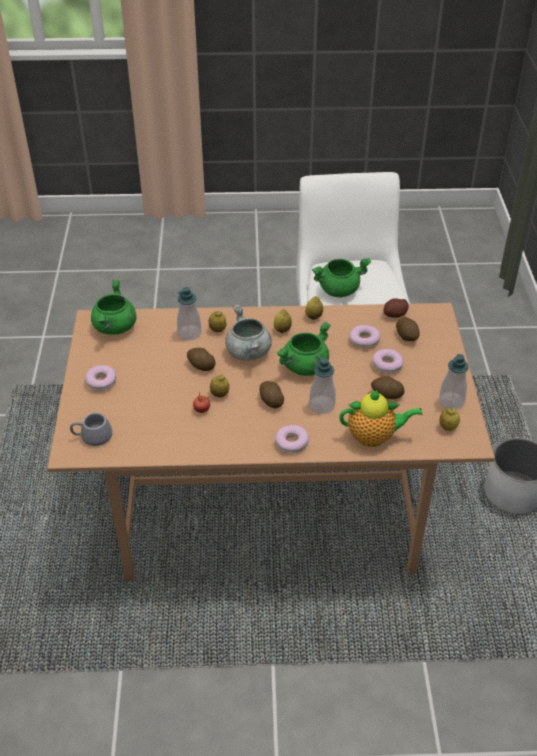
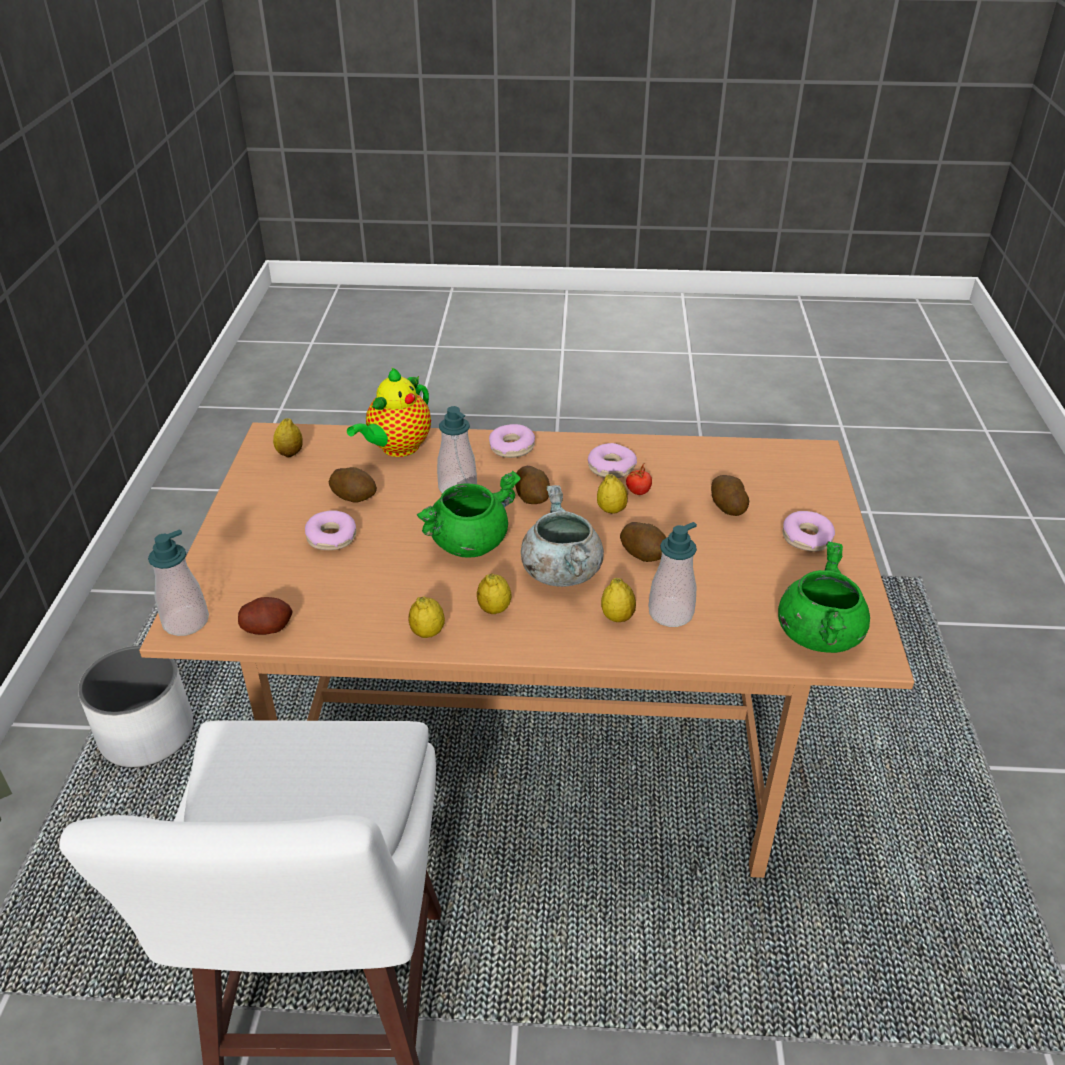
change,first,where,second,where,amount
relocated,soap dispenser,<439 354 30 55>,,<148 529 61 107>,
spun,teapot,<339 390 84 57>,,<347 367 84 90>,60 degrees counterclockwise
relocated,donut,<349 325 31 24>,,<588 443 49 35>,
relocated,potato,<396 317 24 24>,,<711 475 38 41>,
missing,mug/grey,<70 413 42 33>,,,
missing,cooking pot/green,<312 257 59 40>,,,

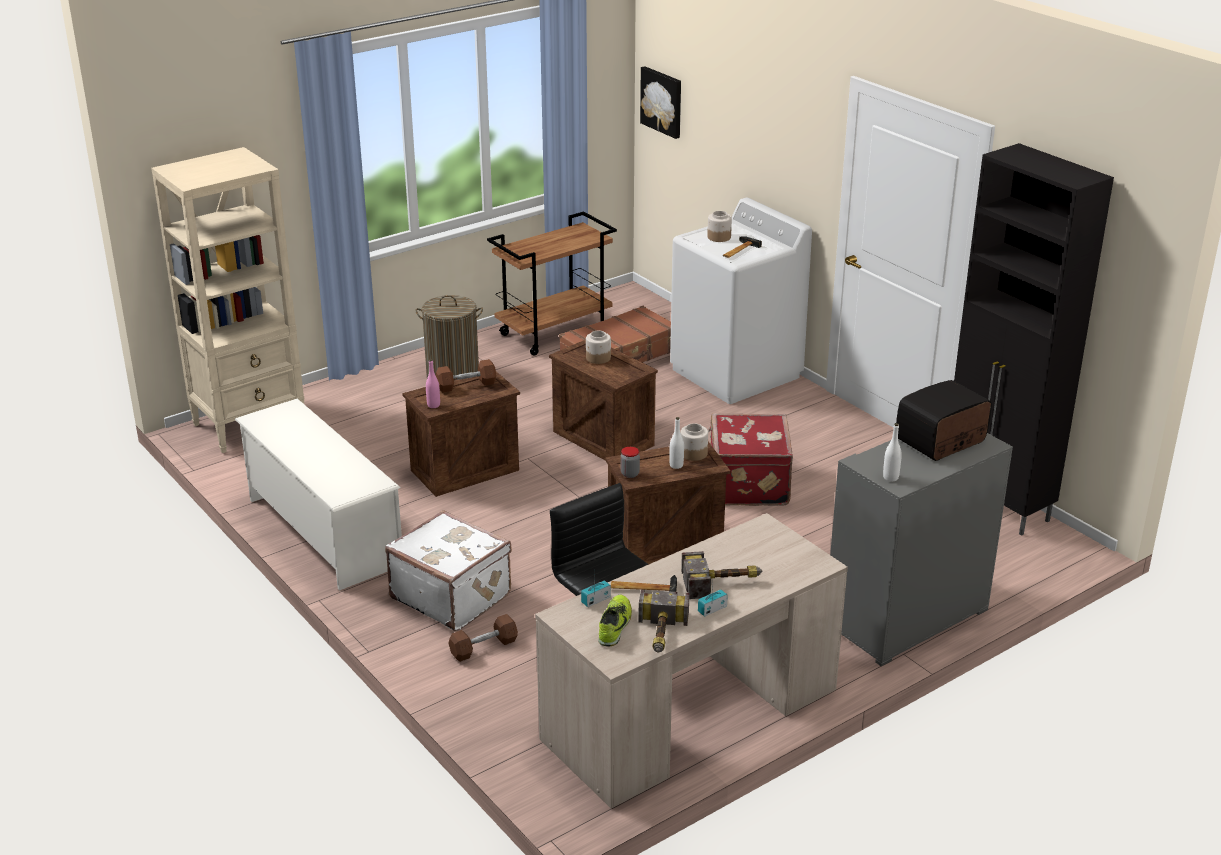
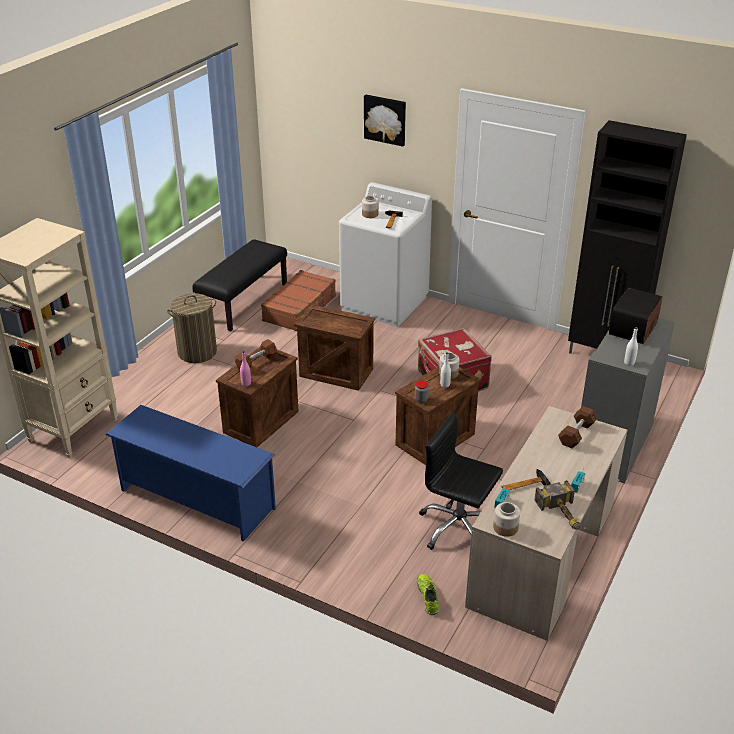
change,first,where,second,where,amount
colour,shoe rack/white,<235 399 167 192>,shoe rack/blue,<105 405 171 137>,
exchanged,cart/brown,<487 211 130 145>,bench/black,<192 239 95 92>,
relocated,picture,<640 66 41 73>,,<364 95 42 52>,
relocated,shoe,<598 595 34 52>,,<417 574 22 41>,
relocated,jar,<586 331 25 33>,,<493 502 27 35>,
relocated,dumbbell/brown,<448 614 70 48>,,<558 406 39 42>,
missing,suitcase/white,<385 510 127 121>,,,
missing,hammer,<681 551 81 48>,,,

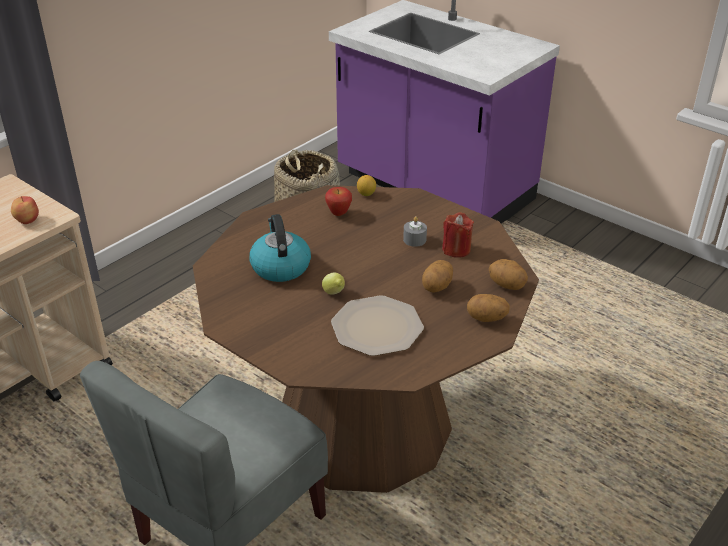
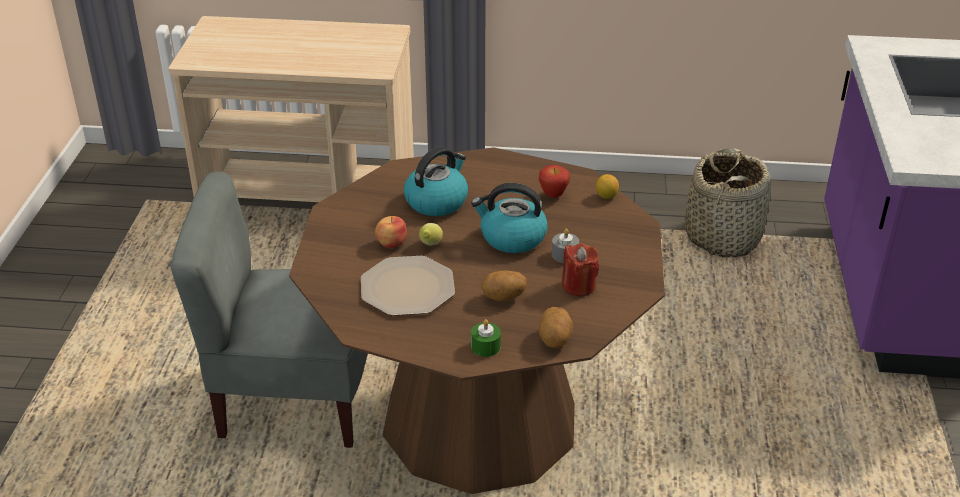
change,first,where,second,where,amount
relocated,apple,<11 196 28 28>,,<375 216 32 32>,
appeared,,,kettle,<471 183 77 70>,
exchanged,potato,<467 294 43 28>,candle/green,<471 319 30 38>,

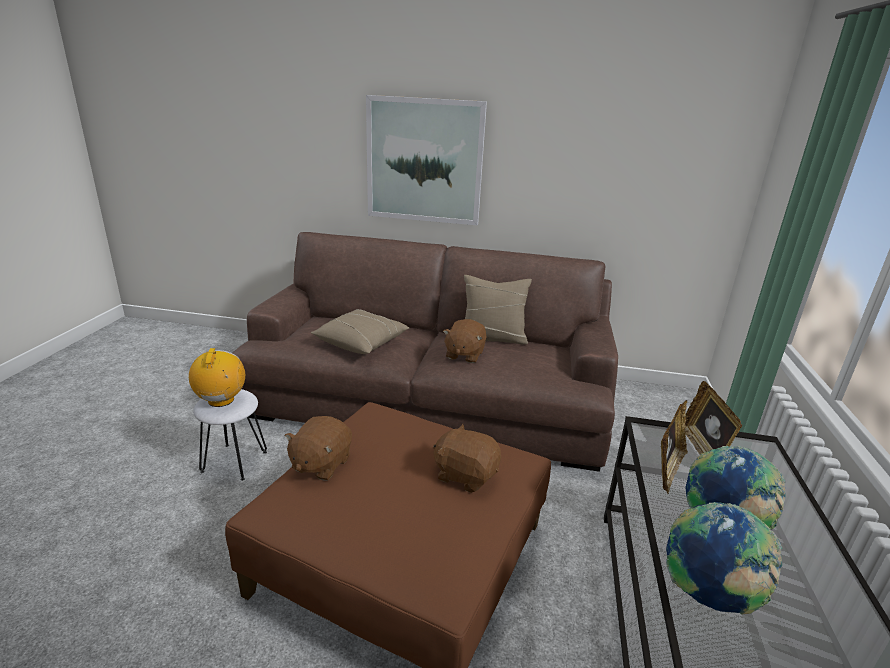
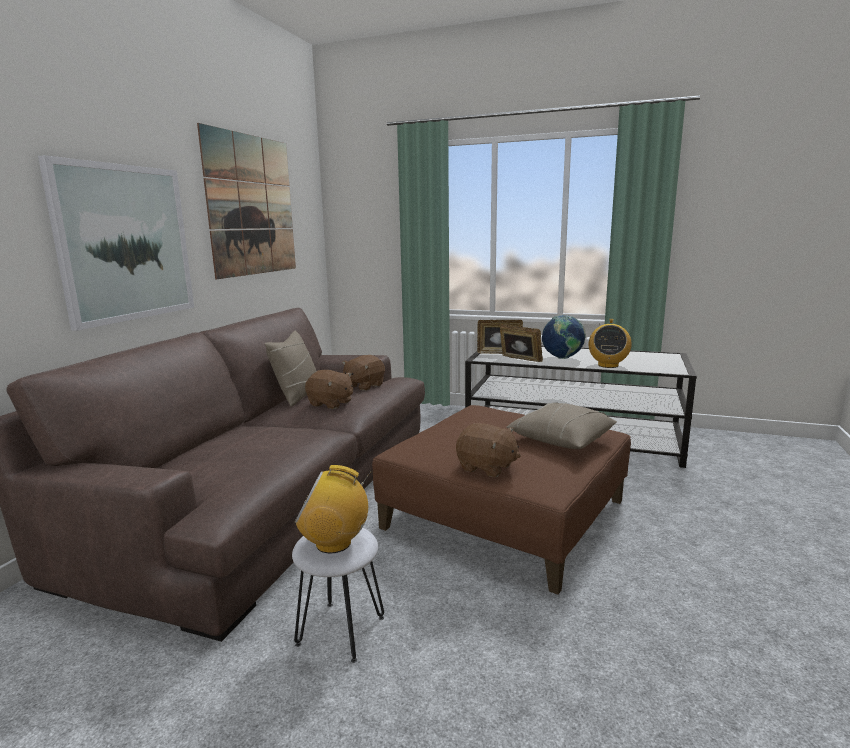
change,first,where,second,where,amount
appeared,,,picture,<197 123 99 156>,
relocated,plush toy/brown,<433 424 68 69>,,<342 355 43 36>,
relocated,pillow/beige,<311 309 98 45>,,<506 402 111 47>,
exchanged,globe,<666 502 116 113>,radio,<589 319 43 49>,

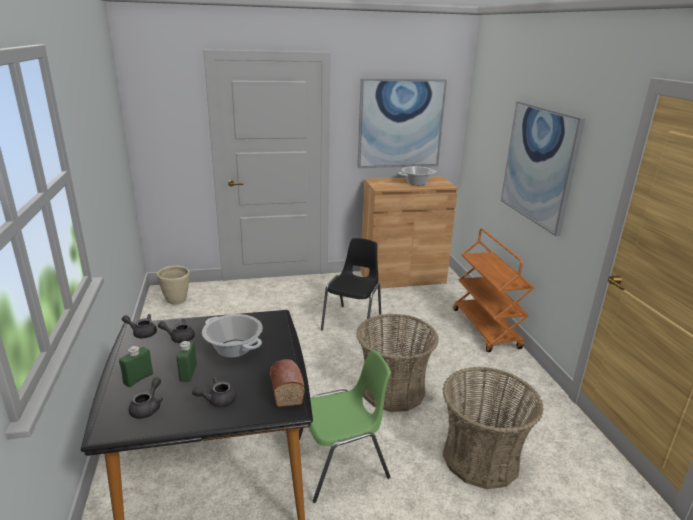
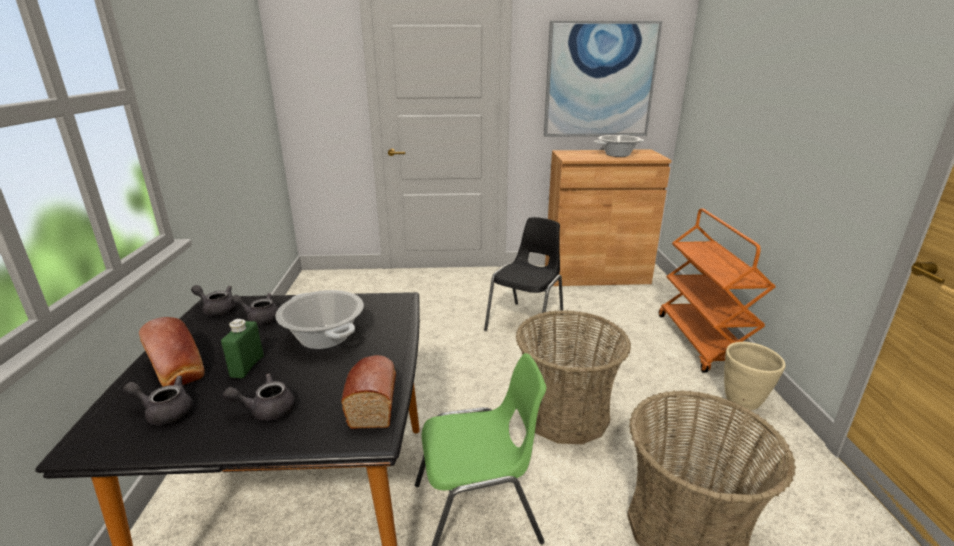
change,first,where,second,where,amount
spun,teapot/grey,<129 377 34 42>,,<123 376 70 49>,105 degrees counterclockwise
exchanged,bottle/green,<119 346 34 41>,bread,<139 317 66 70>,
relocated,planter/beige,<157 266 33 38>,,<724 342 62 68>,
missing,picture,<501 101 84 135>,,,

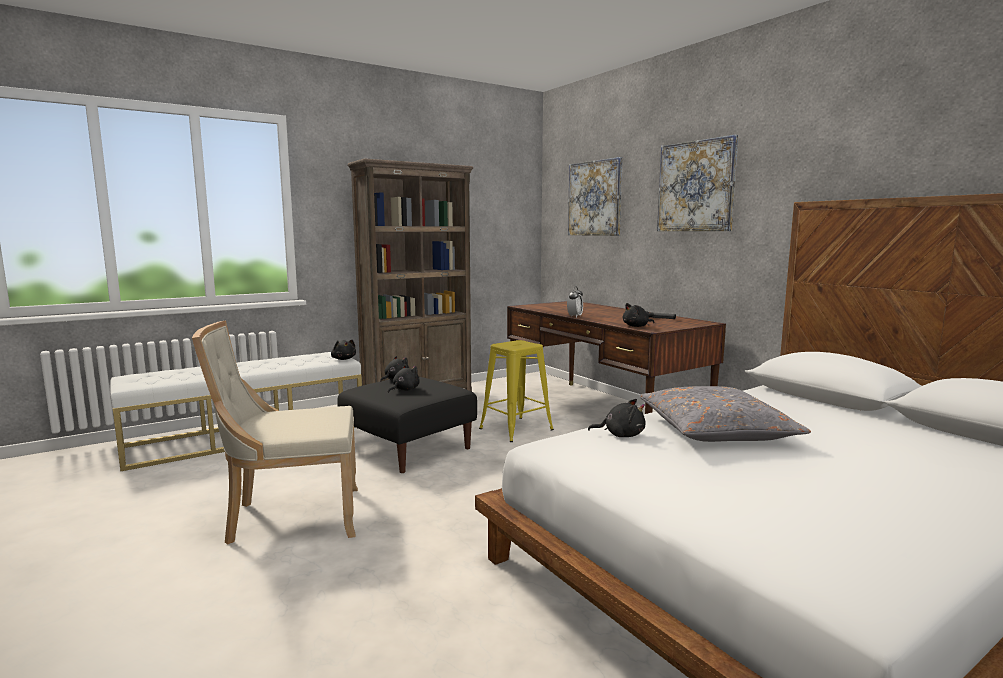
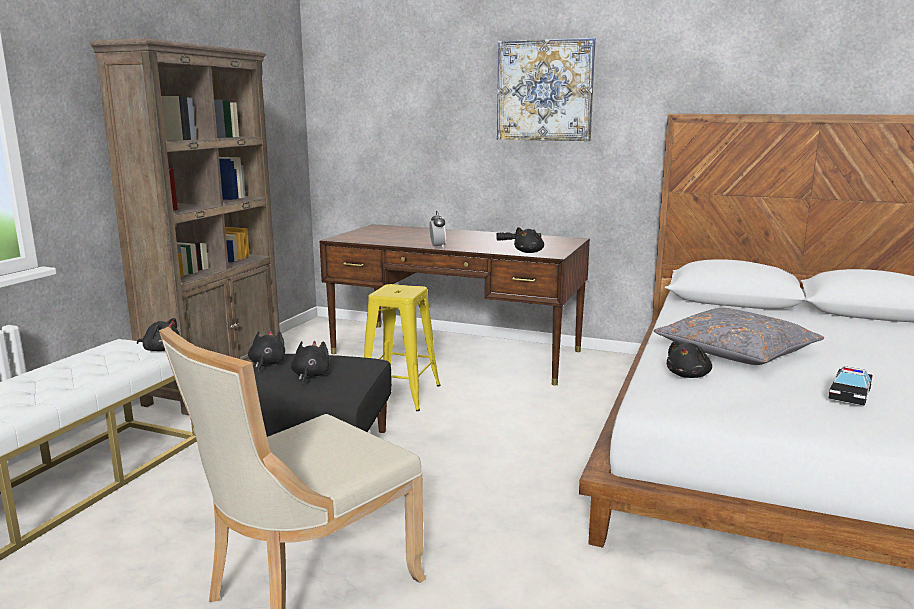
change,first,where,second,where,amount
spun,plush toy/black,<588 399 58 38>,,<667 341 45 37>,150 degrees clockwise
appeared,,,toy car,<828 366 45 40>,
missing,picture,<568 157 55 79>,,,

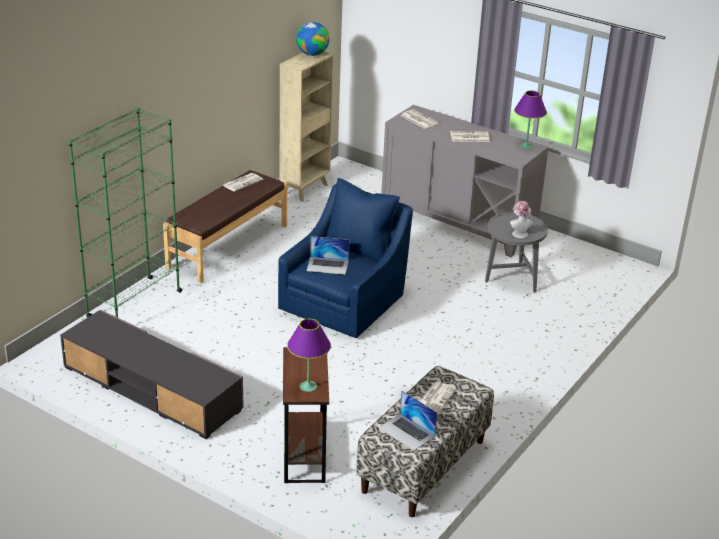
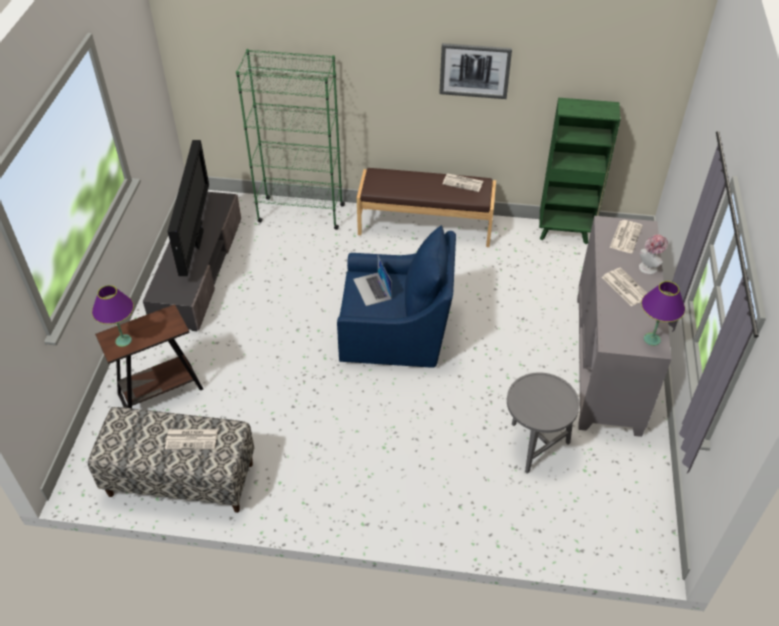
change,first,where,second,where,amount
appeared,,,television,<167 140 42 136>,
appeared,,,picture,<439 43 73 56>,
colour,bookcase/beige,<280 51 53 151>,bookcase/green,<539 98 82 146>,
relocated,hat,<510 201 23 37>,,<639 234 29 41>,
missing,globe,<296 22 33 34>,,,
missing,laptop,<379 391 59 60>,,,

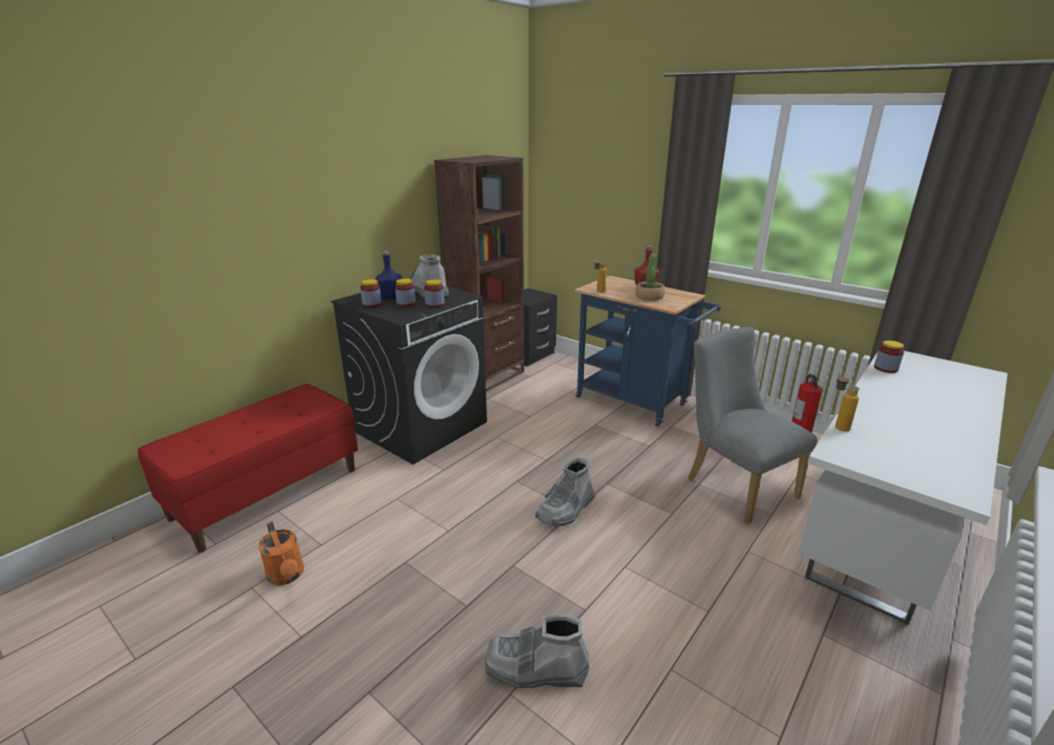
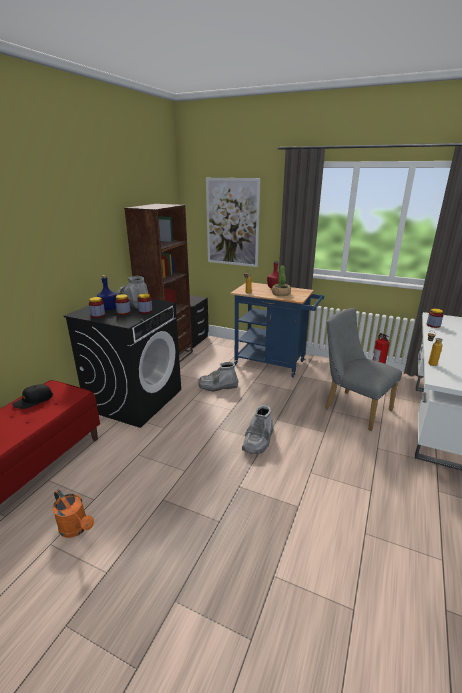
change,first,where,second,where,amount
appeared,,,cap/black,<12 384 41 25>,
relocated,boot/grey,<485 614 104 74>,,<198 362 40 30>,
appeared,,,picture,<206 178 54 89>,

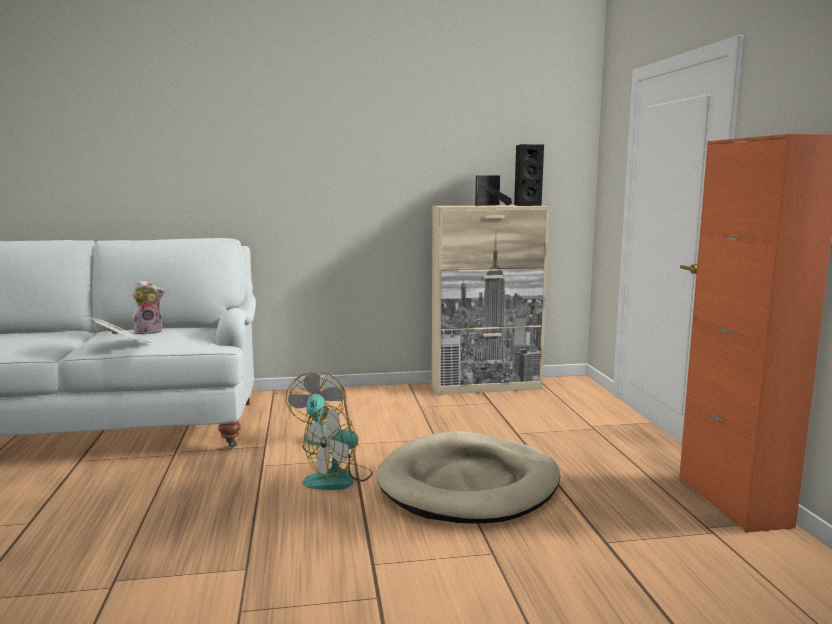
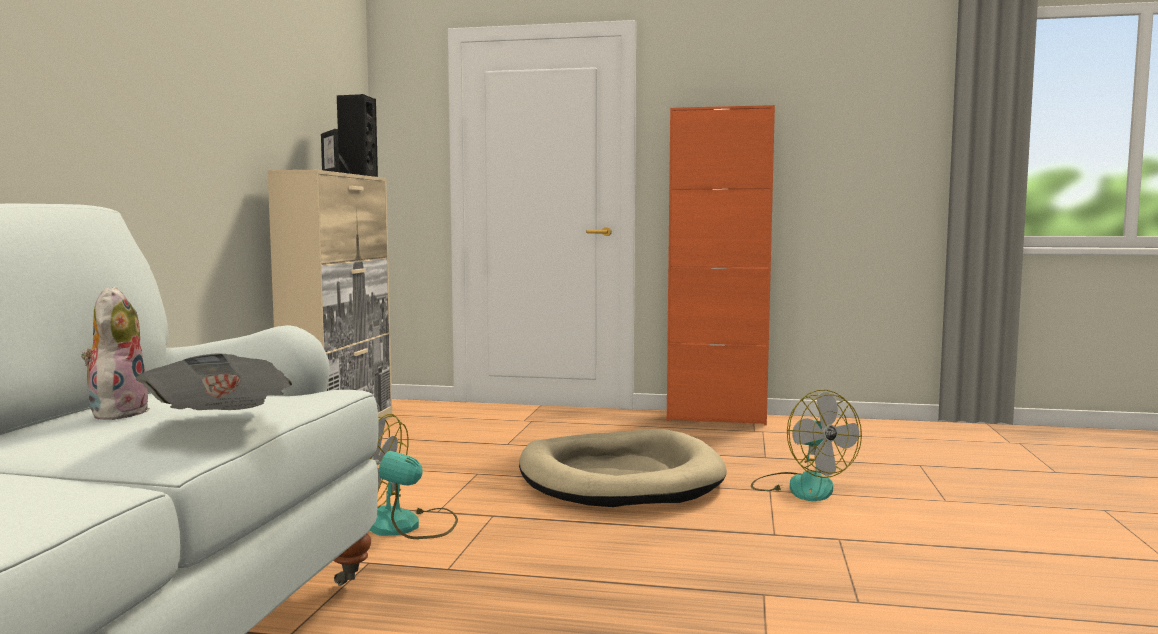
change,first,where,second,where,amount
relocated,fan,<303 406 70 84>,,<751 390 111 111>,

